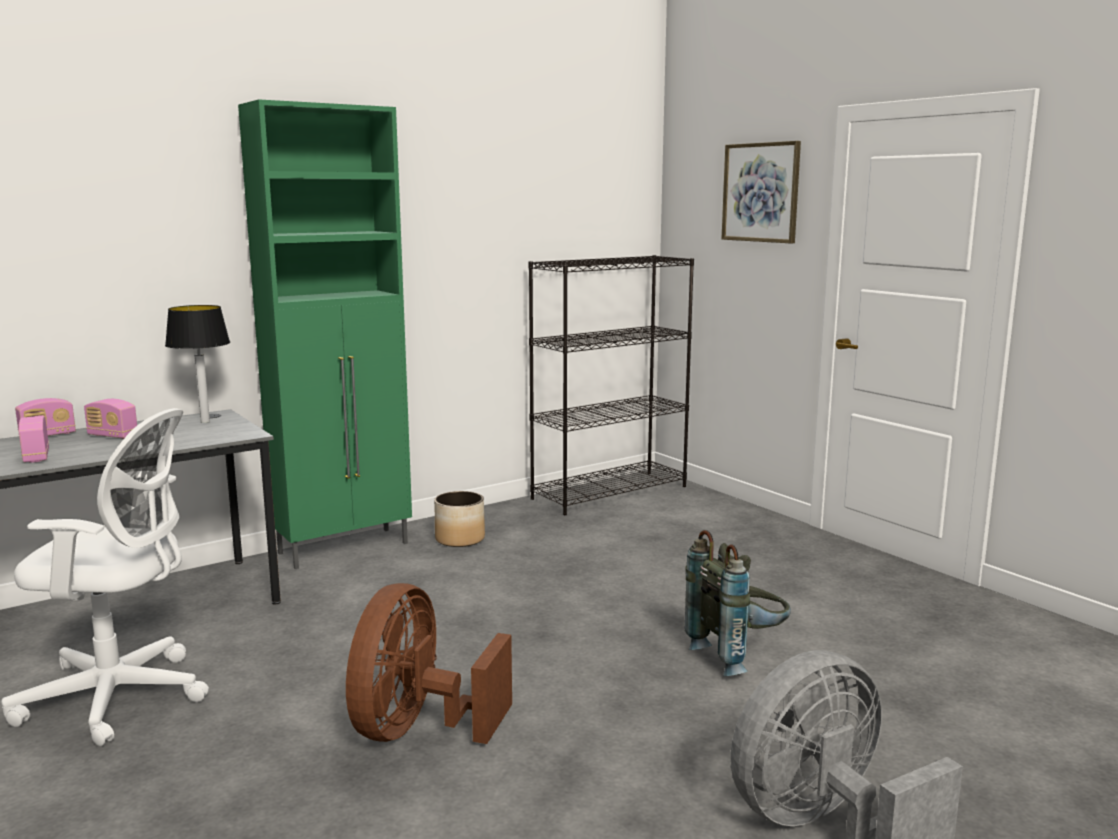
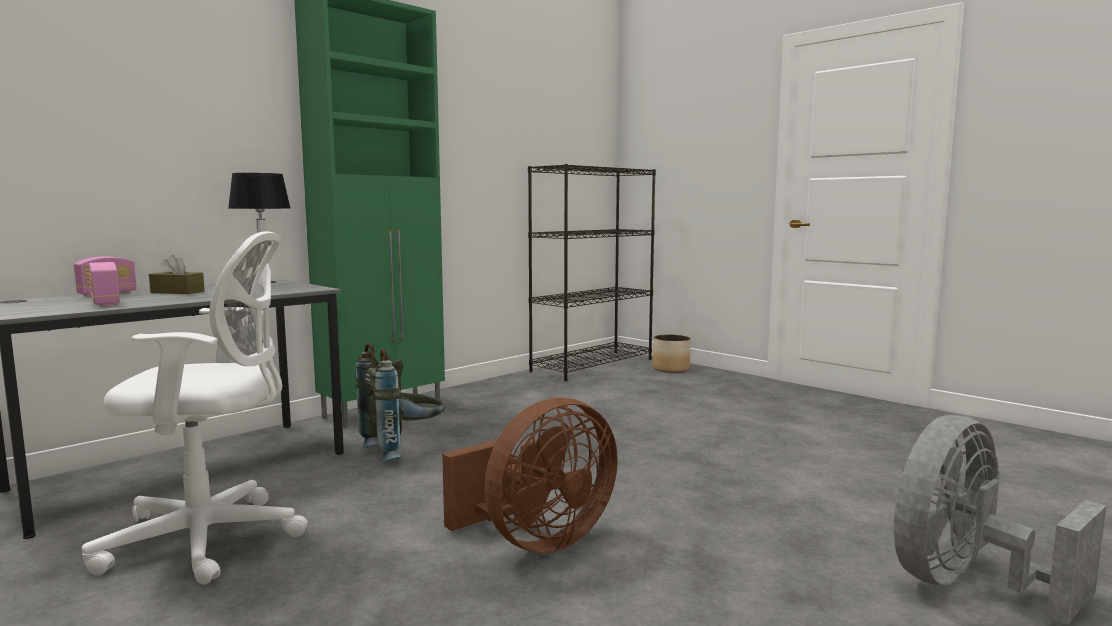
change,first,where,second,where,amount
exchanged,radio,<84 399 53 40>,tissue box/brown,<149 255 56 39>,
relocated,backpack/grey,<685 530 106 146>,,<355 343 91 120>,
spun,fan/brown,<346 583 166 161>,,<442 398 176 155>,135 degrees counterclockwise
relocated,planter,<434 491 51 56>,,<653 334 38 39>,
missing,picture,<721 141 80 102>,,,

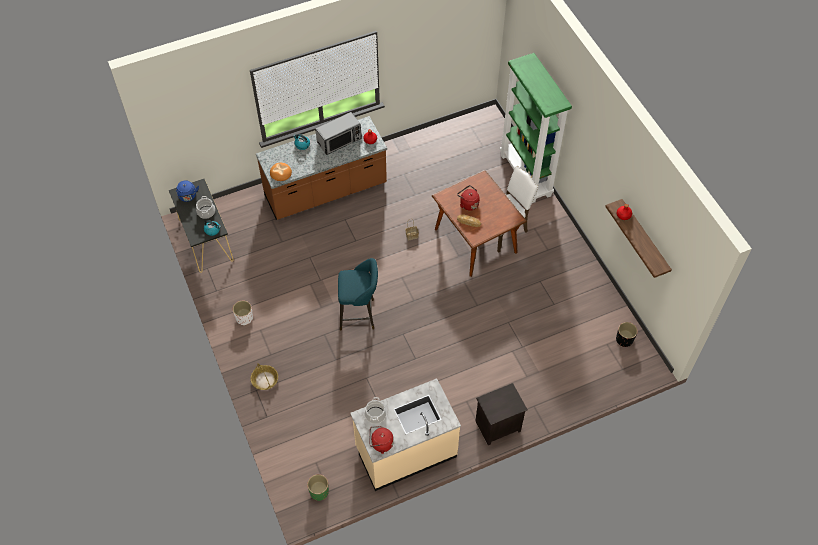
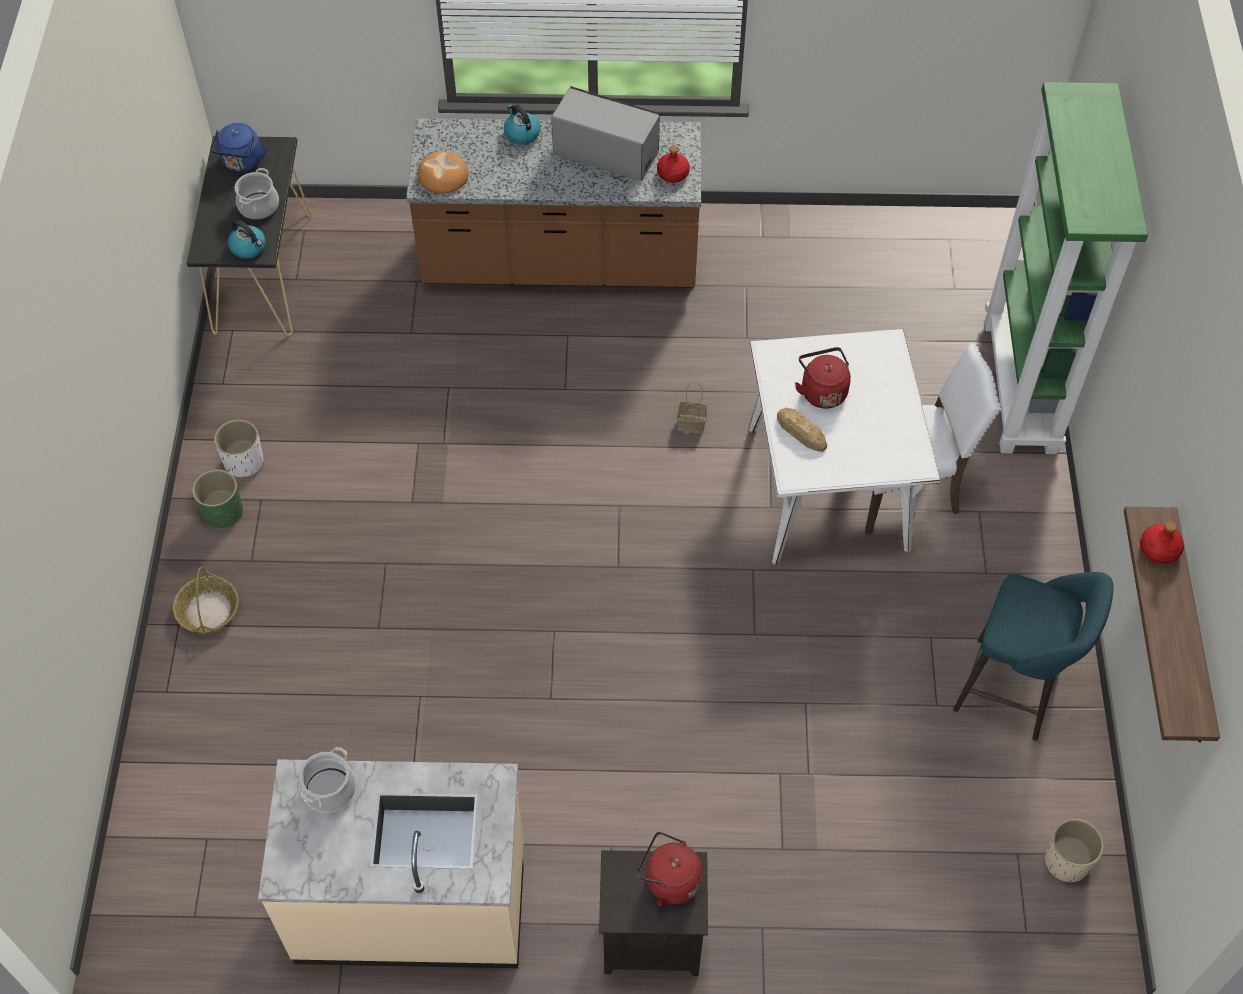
change,first,where,second,where,amount
relocated,planter/green,<307 474 22 27>,,<192 469 51 60>,
spun,microwave,<315 112 47 43>,,<551 86 109 95>,150 degrees counterclockwise
relocated,kettle/red,<369 426 25 28>,,<637 832 65 74>,
colour,dining table/brown,<432 170 95 107>,dining table/white,<748 329 193 236>,
relocated,stool/turquoise,<338 258 40 73>,,<953 572 160 169>,
colour,planter/black,<616 322 22 25>,planter/beige,<1045 819 59 63>,

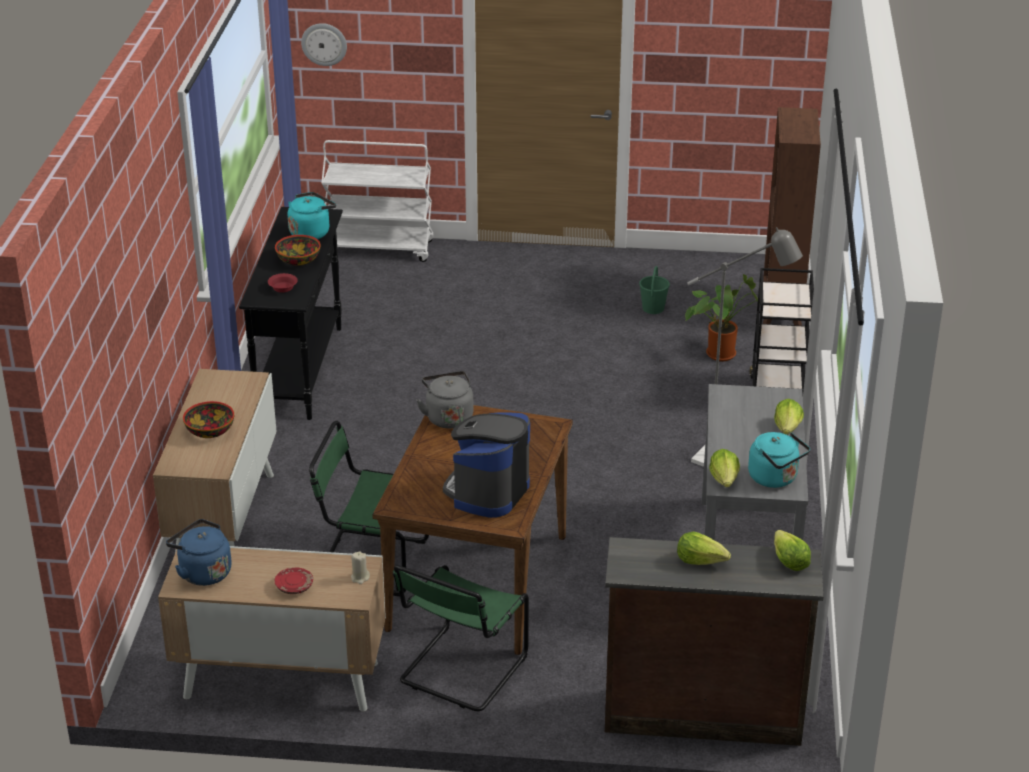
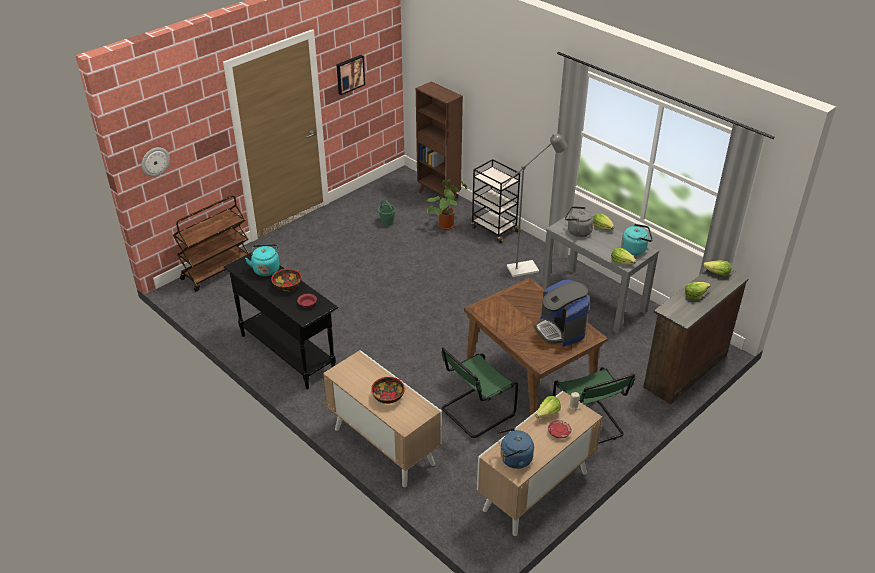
change,first,where,second,where,amount
colour,cart/white,<321 140 113 122>,cart/brown,<173 195 76 97>,
appeared,,,picture,<336 55 29 40>,
appeared,,,lettuce,<535 396 26 22>,
relocated,kettle/grey,<416 371 58 58>,,<565 206 29 31>,

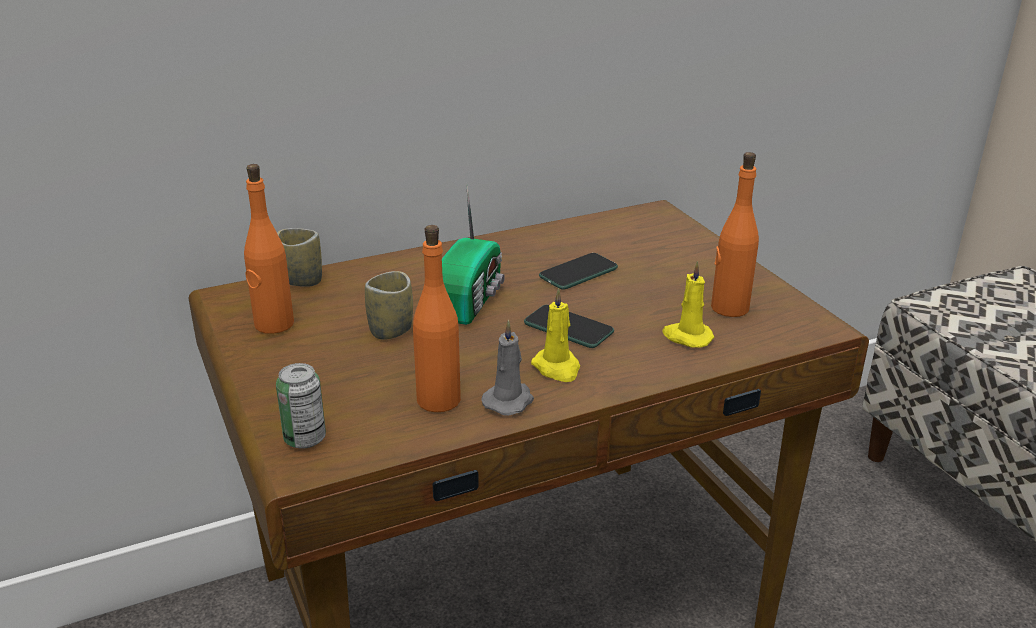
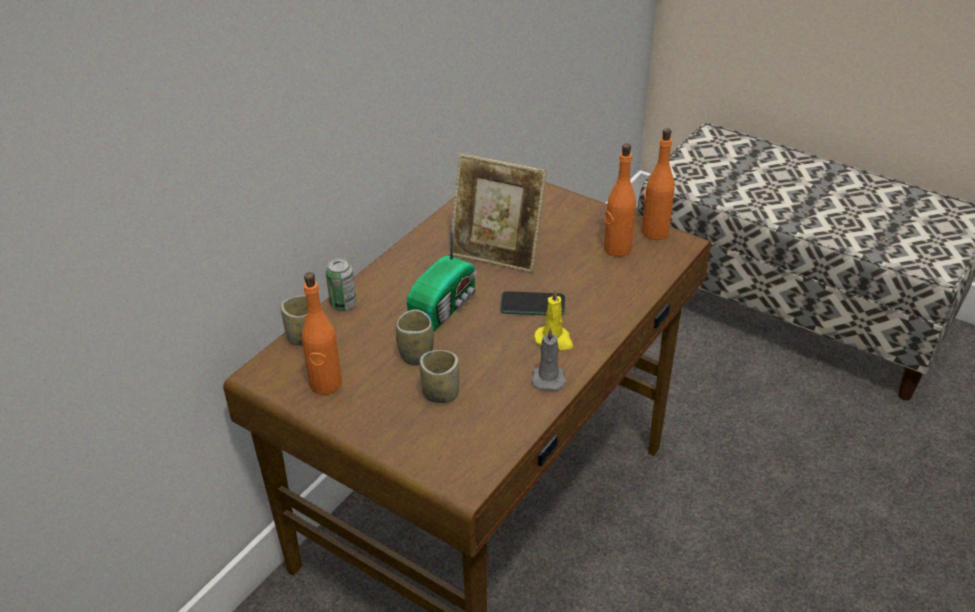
change,first,where,second,where,amount
relocated,can,<276 363 50 86>,,<326 258 31 53>,
spun,radio,<442 184 63 141>,,<407 215 69 116>,45 degrees clockwise
appeared,,,cup,<420 350 39 53>,
exchanged,phone,<539 253 79 37>,picture frame,<449 153 98 120>,
relocated,bottle/orange,<413 225 48 187>,,<642 128 33 112>,
missing,candle/yellow,<662 261 53 87>,,,

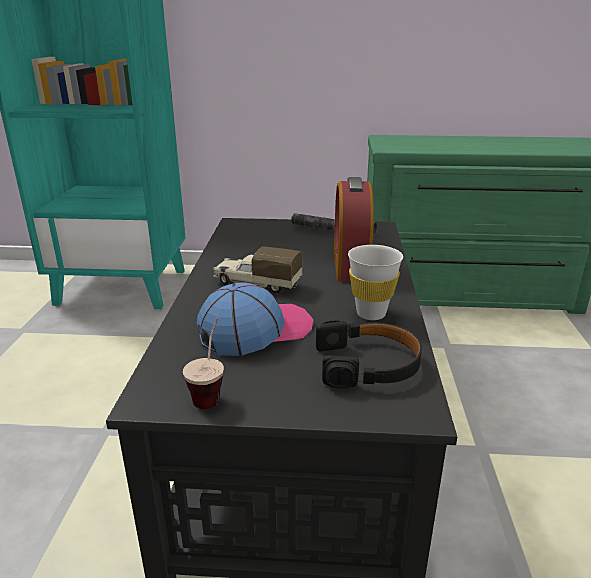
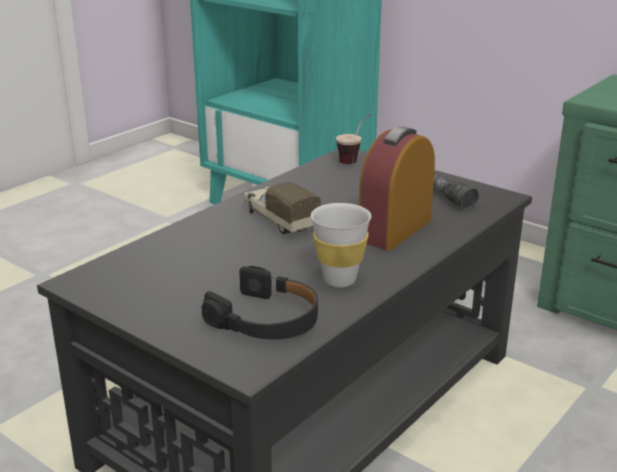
change,first,where,second,where,amount
relocated,cup,<183 318 41 91>,,<336 113 35 51>,
missing,cap,<197 283 117 73>,,,

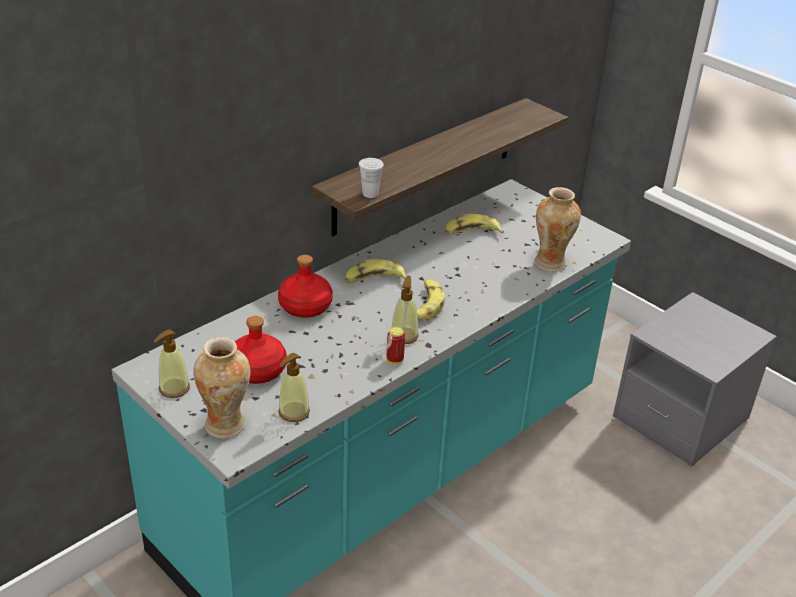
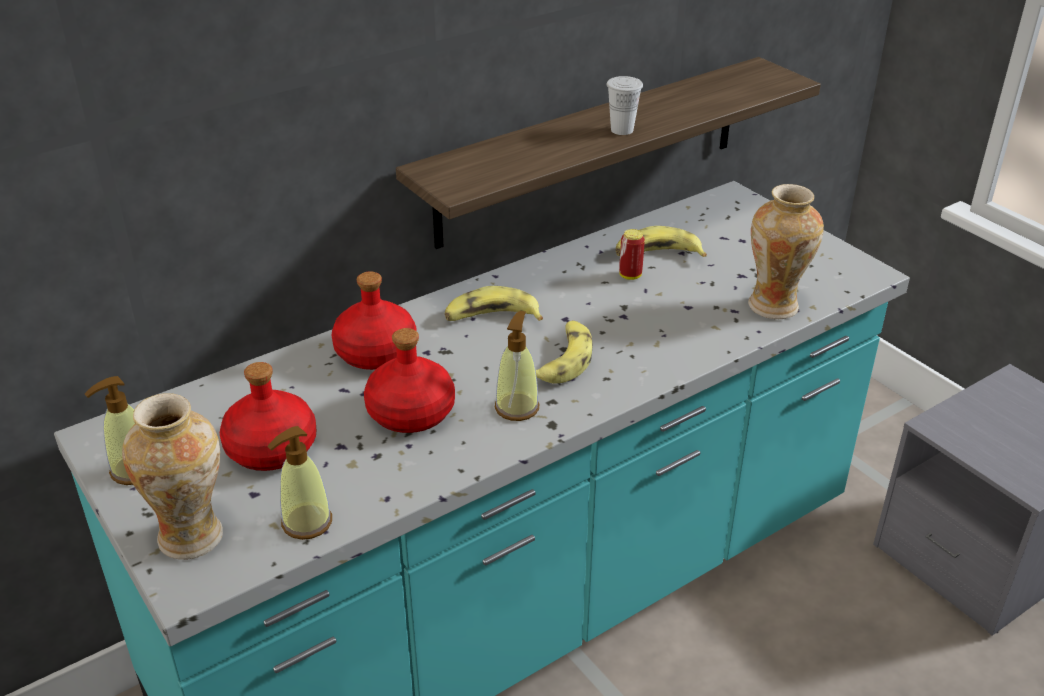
change,first,where,second,where,amount
appeared,,,bottle/red,<364 328 91 105>,
relocated,cup/white,<359 158 25 40>,,<607 76 36 59>,
relocated,can,<387 327 18 37>,,<619 229 26 51>,

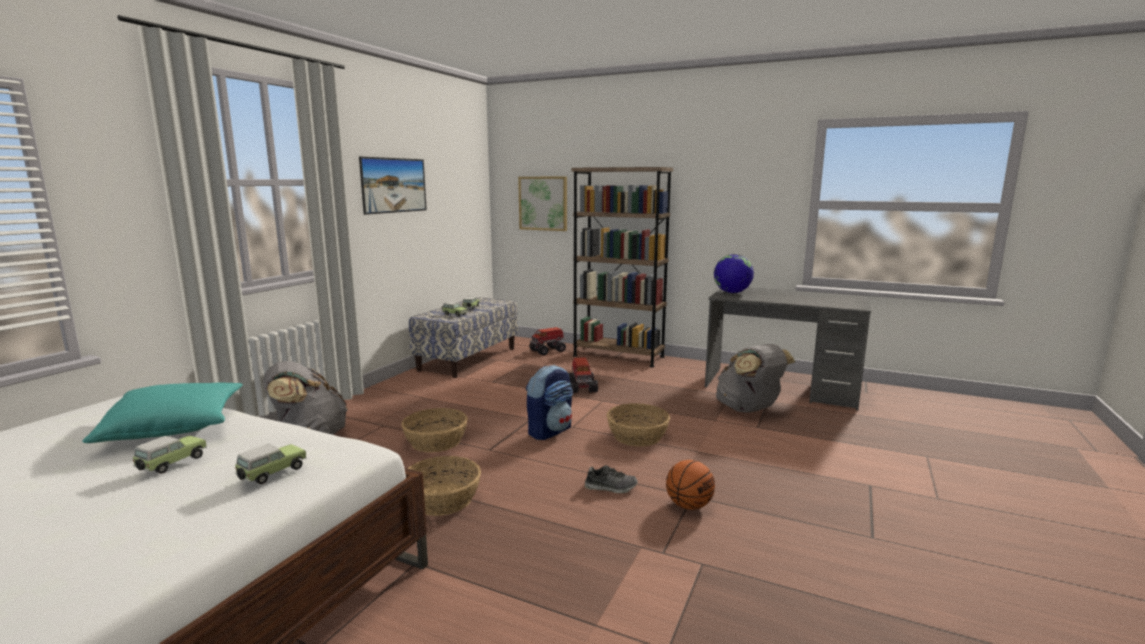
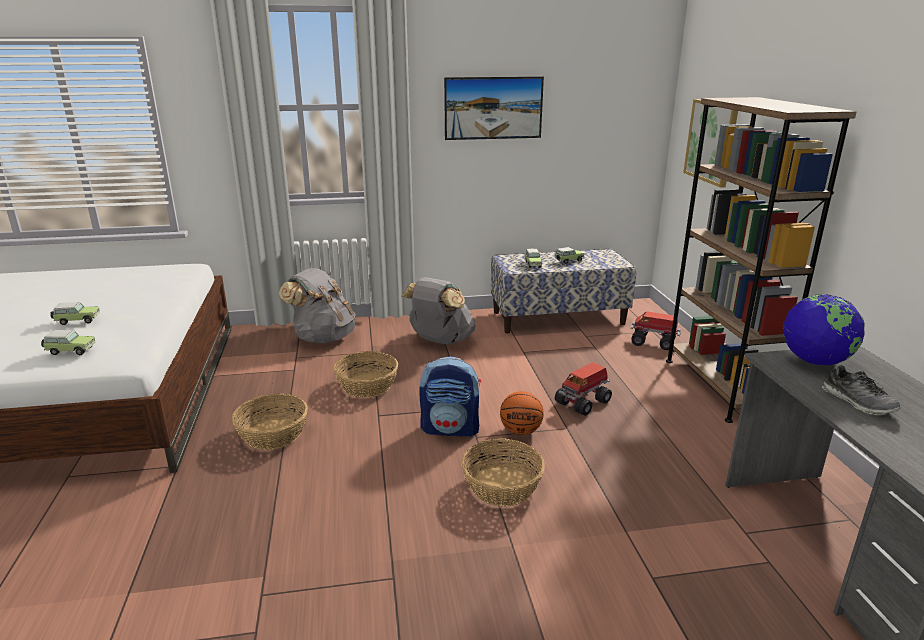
change,first,where,second,where,amount
relocated,backpack/grey,<716 344 79 69>,,<402 277 74 68>,
relocated,basketball,<666 460 49 50>,,<500 391 44 44>,
relocated,shoe,<585 465 53 28>,,<822 365 79 50>,
missing,pillow/turquoise,<82 383 161 60>,,,

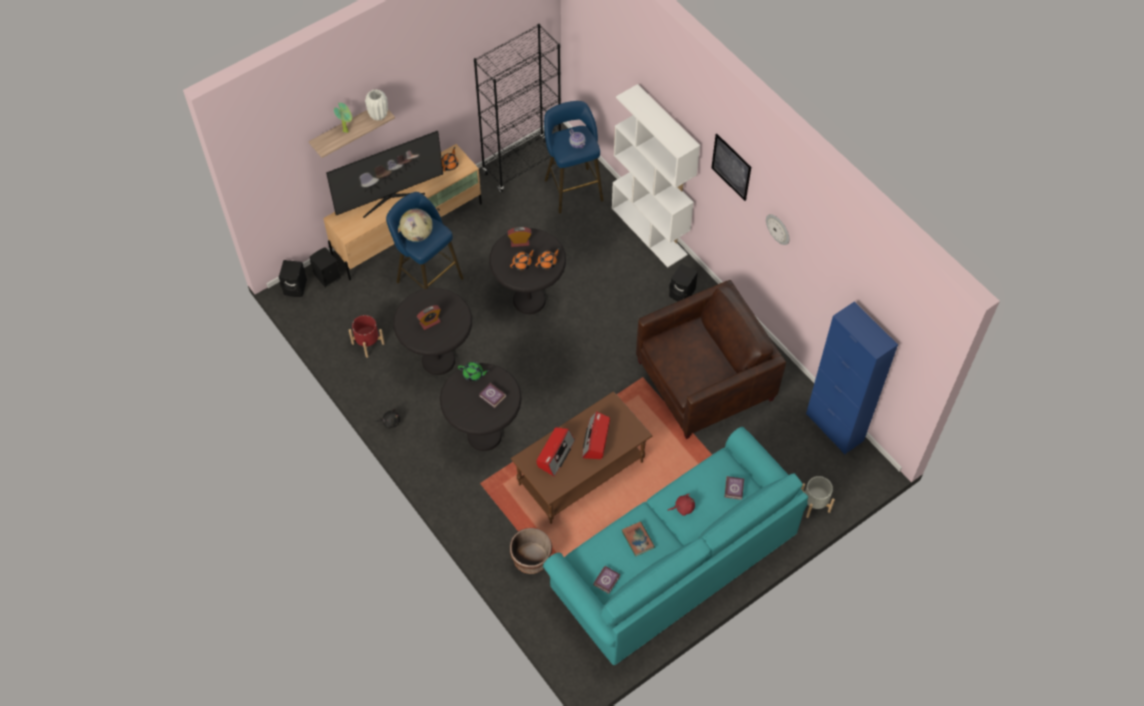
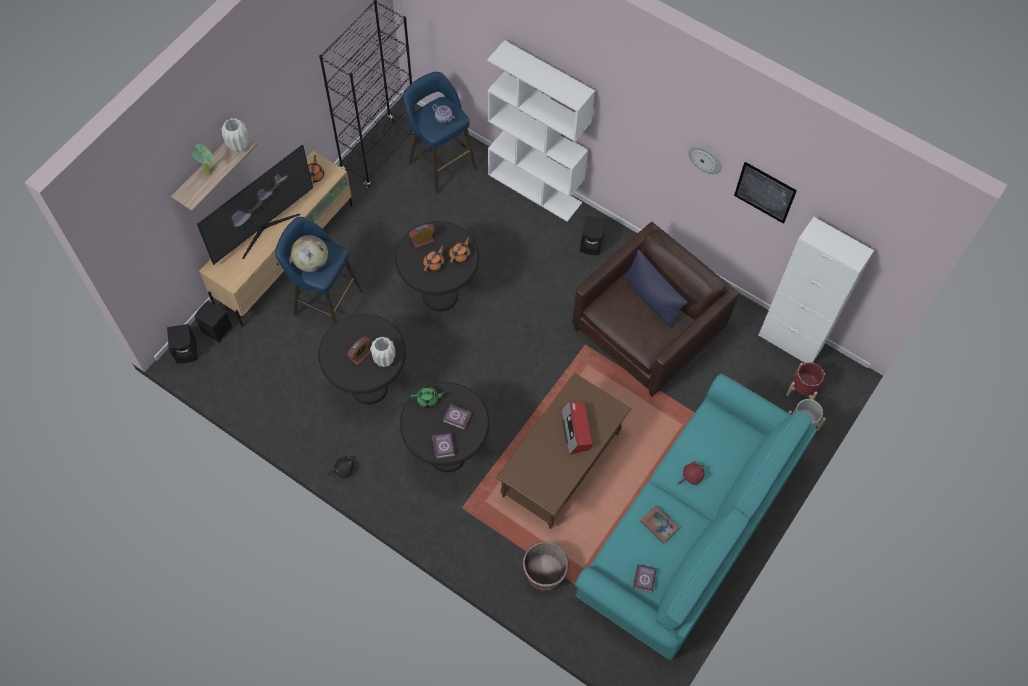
change,first,where,second,where,amount
appeared,,,vase/white,<370 337 25 30>,
relocated,book,<724 476 20 24>,,<432 432 23 27>,
appeared,,,pillow/blue,<624 250 64 78>,
relocated,picture,<711 134 40 67>,,<734 162 63 62>,
colour,cabinet/blue,<806 302 92 153>,cabinet/white,<758 217 116 146>,
relocated,planter/red,<349 315 36 43>,,<786 362 39 38>,
missing,radio,<537 427 38 50>,,,

